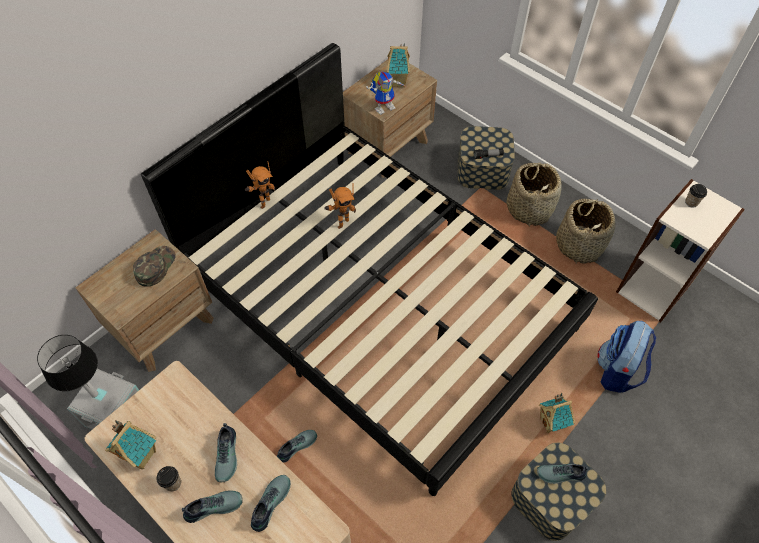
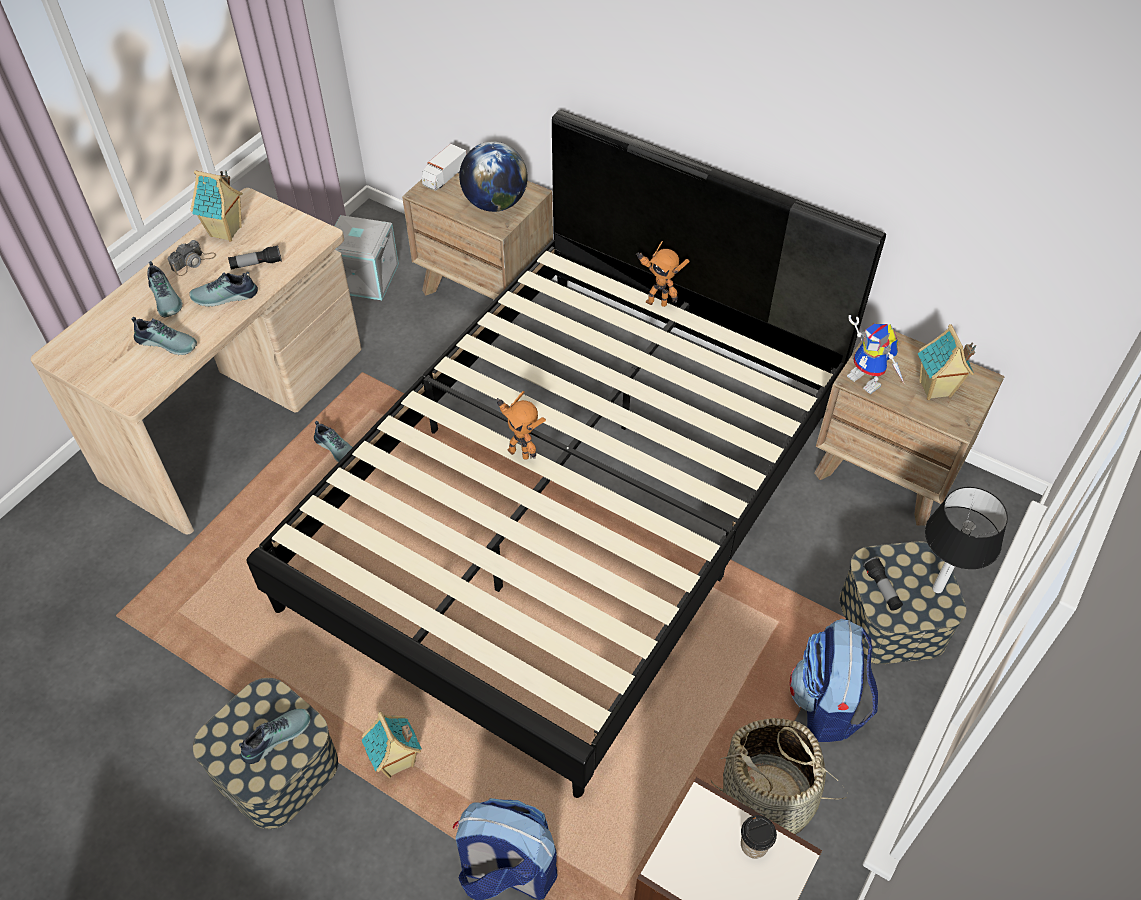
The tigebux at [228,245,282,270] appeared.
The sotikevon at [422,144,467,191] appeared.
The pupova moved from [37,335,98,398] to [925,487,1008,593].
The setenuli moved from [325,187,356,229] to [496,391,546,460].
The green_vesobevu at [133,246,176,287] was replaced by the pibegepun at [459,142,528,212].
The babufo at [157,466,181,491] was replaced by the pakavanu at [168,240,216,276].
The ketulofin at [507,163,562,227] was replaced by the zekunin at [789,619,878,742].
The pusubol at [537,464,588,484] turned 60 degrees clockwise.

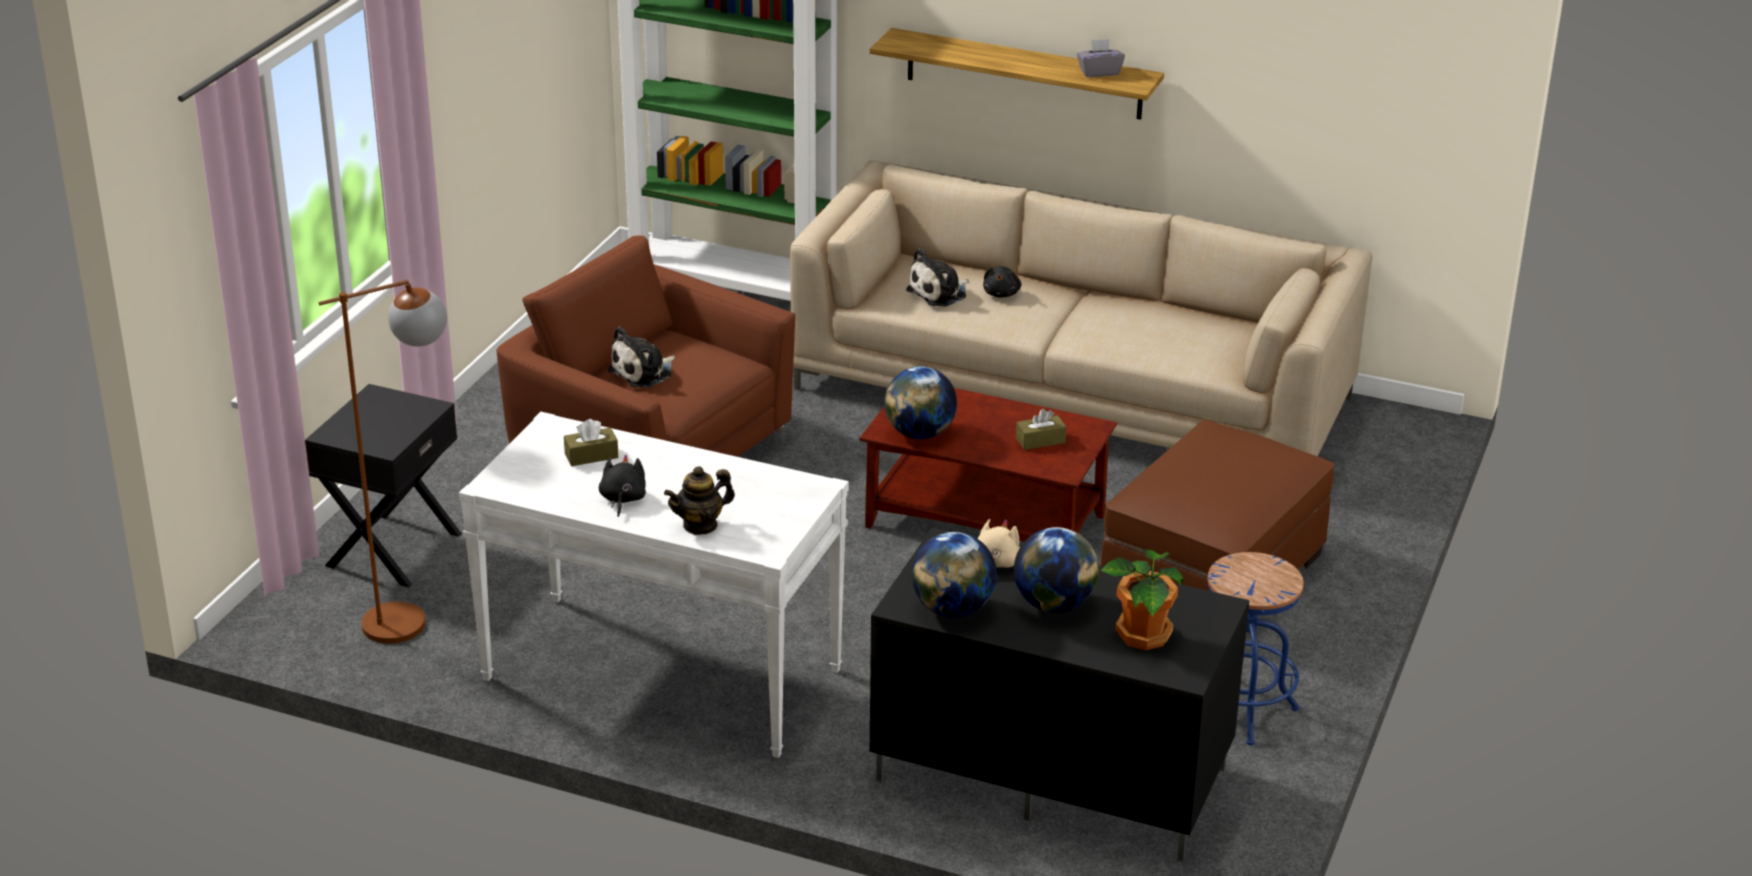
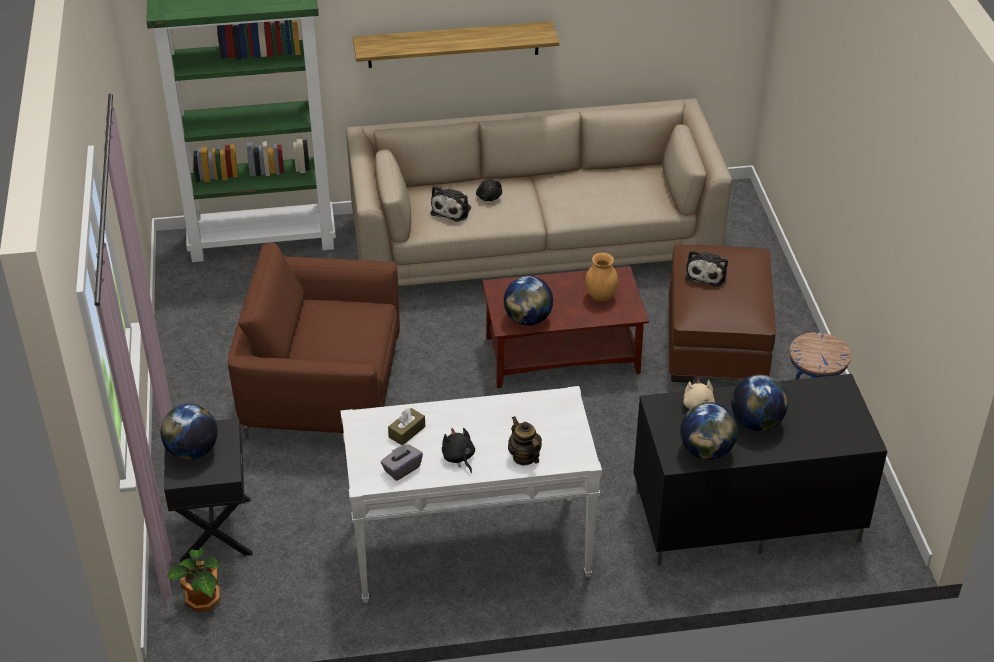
The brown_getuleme at [319,279,447,644] disappeared.
The pibegepun at [161,404,218,460] appeared.
The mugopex moved from [608,326,675,388] to [686,250,728,287].
The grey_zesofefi moved from [1077,39,1125,77] to [381,444,423,481].
The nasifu moved from [1101,549,1184,650] to [167,548,220,612].
The brown_zesofefi at [1016,409,1066,450] was replaced by the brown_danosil at [585,253,618,302].
The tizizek at [664,466,735,535] turned 120 degrees clockwise.

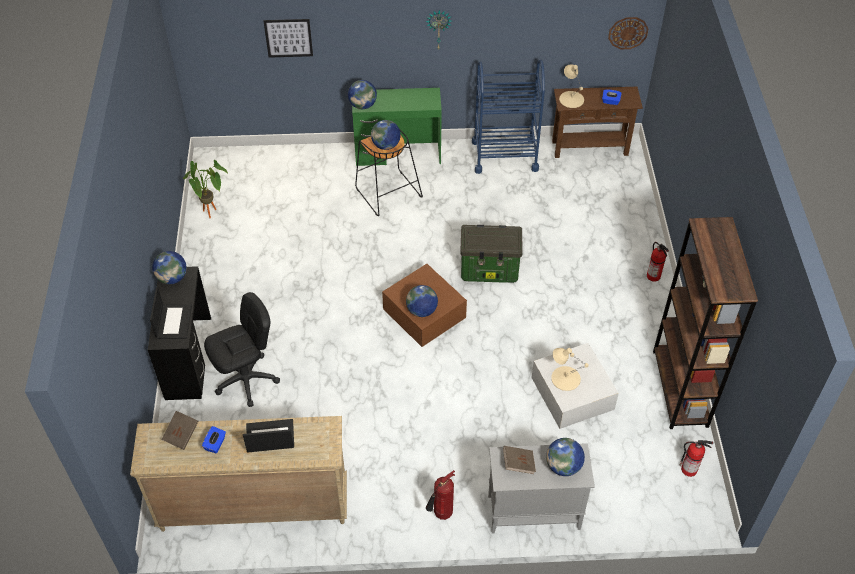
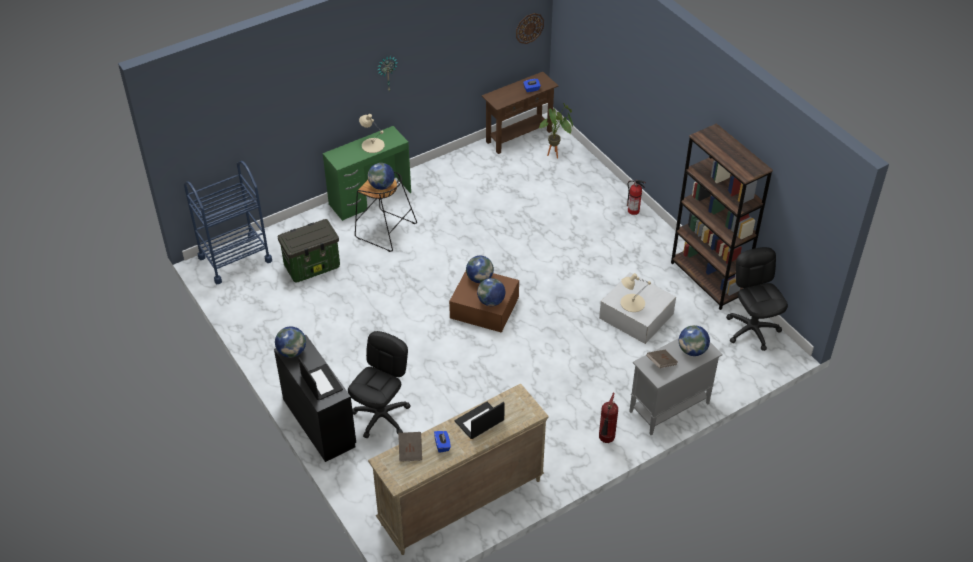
The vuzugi at [264,19,313,58] disappeared.
The nasifu moved from [183,160,228,218] to [539,103,573,158].
The pibegepun moved from [348,80,377,109] to [466,256,494,283].
The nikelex moved from [460,225,523,283] to [278,219,340,282].
The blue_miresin moved from [472,60,545,174] to [184,161,272,284].
The beige_pupova moved from [559,65,584,108] to [359,114,385,153].
The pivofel at [679,440,713,477] was replaced by the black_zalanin at [726,247,788,351].

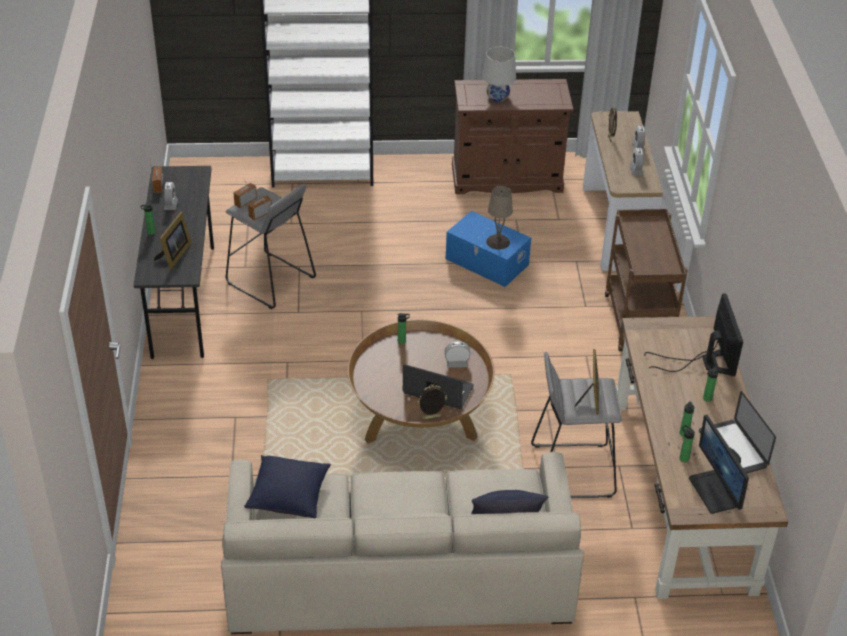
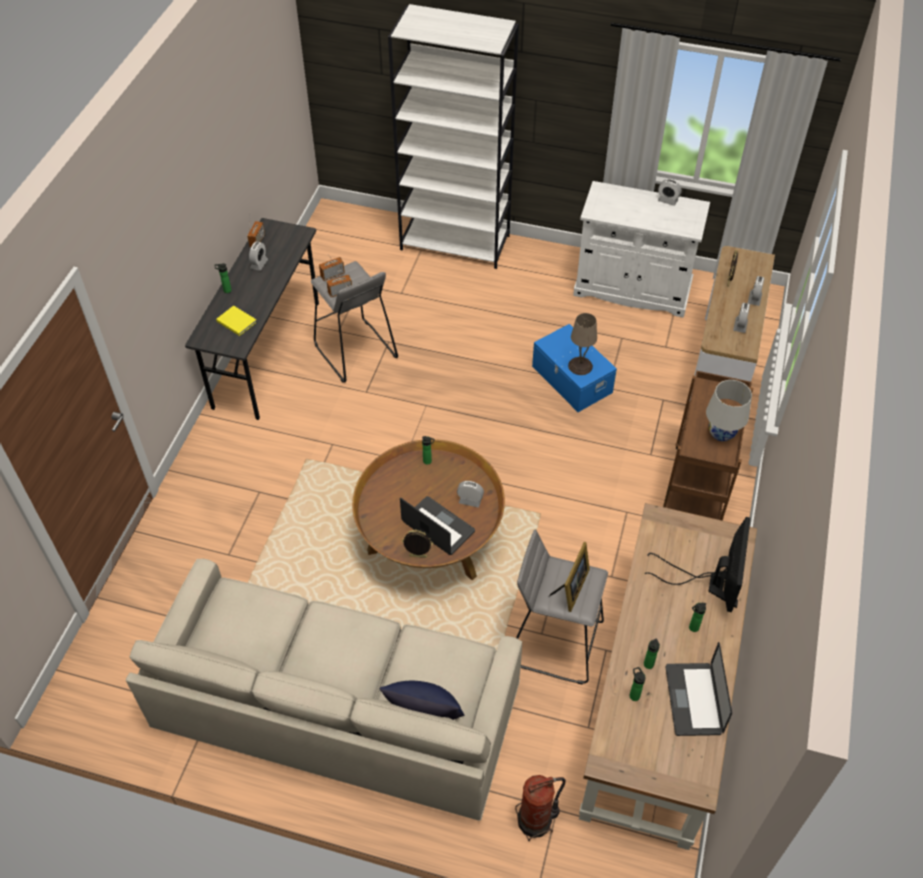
The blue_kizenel at [244,455,331,518] disappeared.
The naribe at [689,415,749,514] disappeared.
The pivofel at [515,775,566,841] appeared.
The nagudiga at [658,179,682,206] appeared.
The white_pupova moved from [482,47,516,102] to [706,380,752,442].
The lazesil at [154,212,191,270] was replaced by the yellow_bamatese at [216,305,257,336].
The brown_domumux at [452,79,573,194] became the white_domumux at [573,181,710,318].

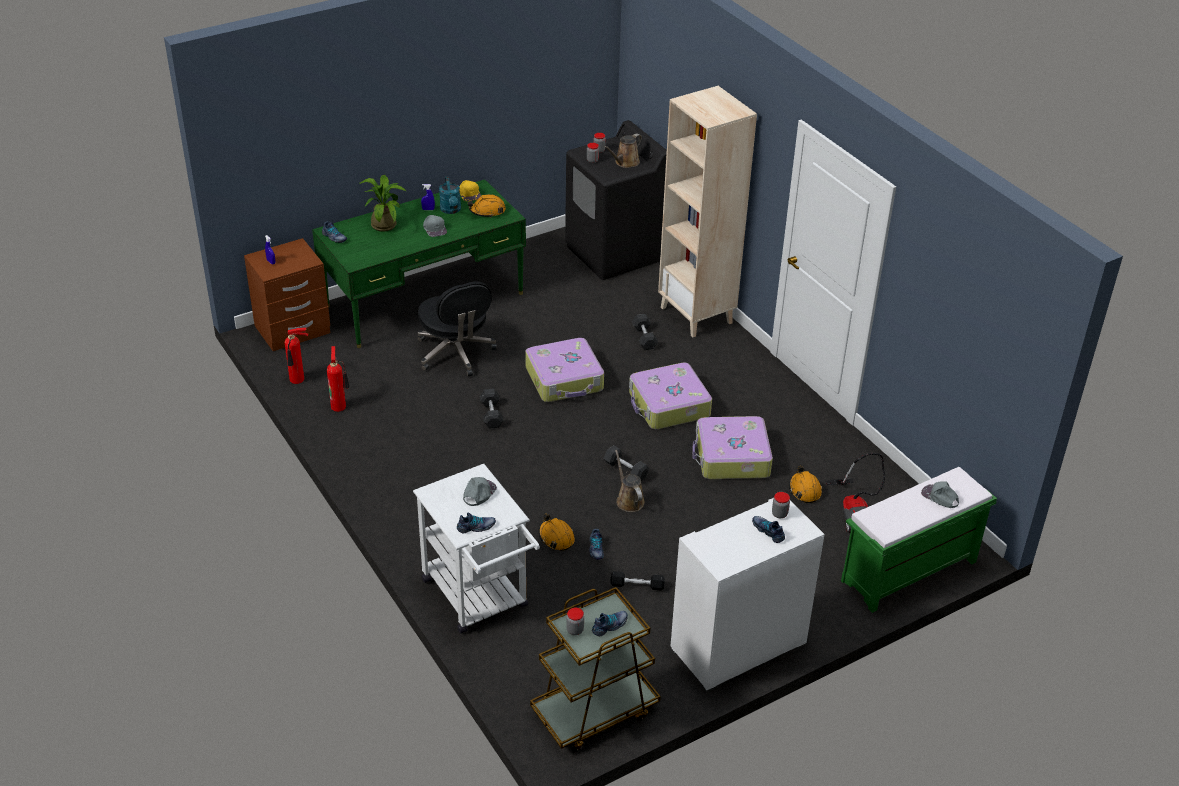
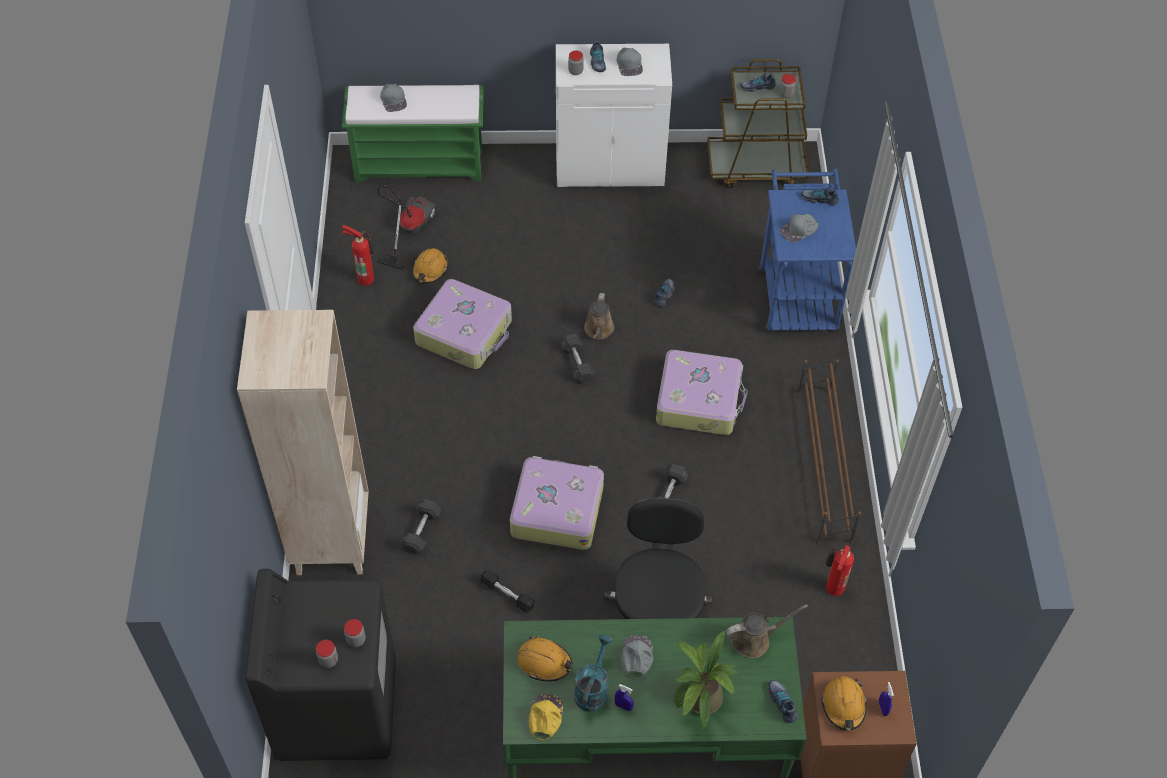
The grey_vesobevu at [616,48,643,76] appeared.
The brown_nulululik at [797,359,861,544] appeared.
The pivofel moved from [285,328,308,384] to [342,225,374,286].
The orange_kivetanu moved from [539,514,575,551] to [822,676,867,730].
The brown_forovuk moved from [604,134,642,168] to [725,604,808,658].
The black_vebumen moved from [611,571,665,590] to [480,571,535,613].
The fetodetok moved from [629,363,712,429] to [656,350,748,435].
The white_miresin at [413,464,540,633] became the blue_miresin at [758,169,856,332].

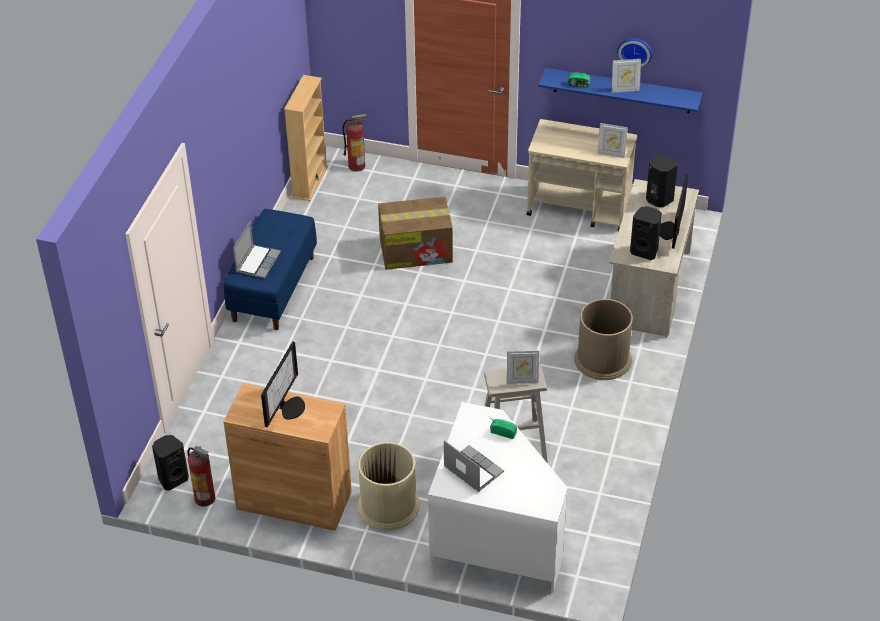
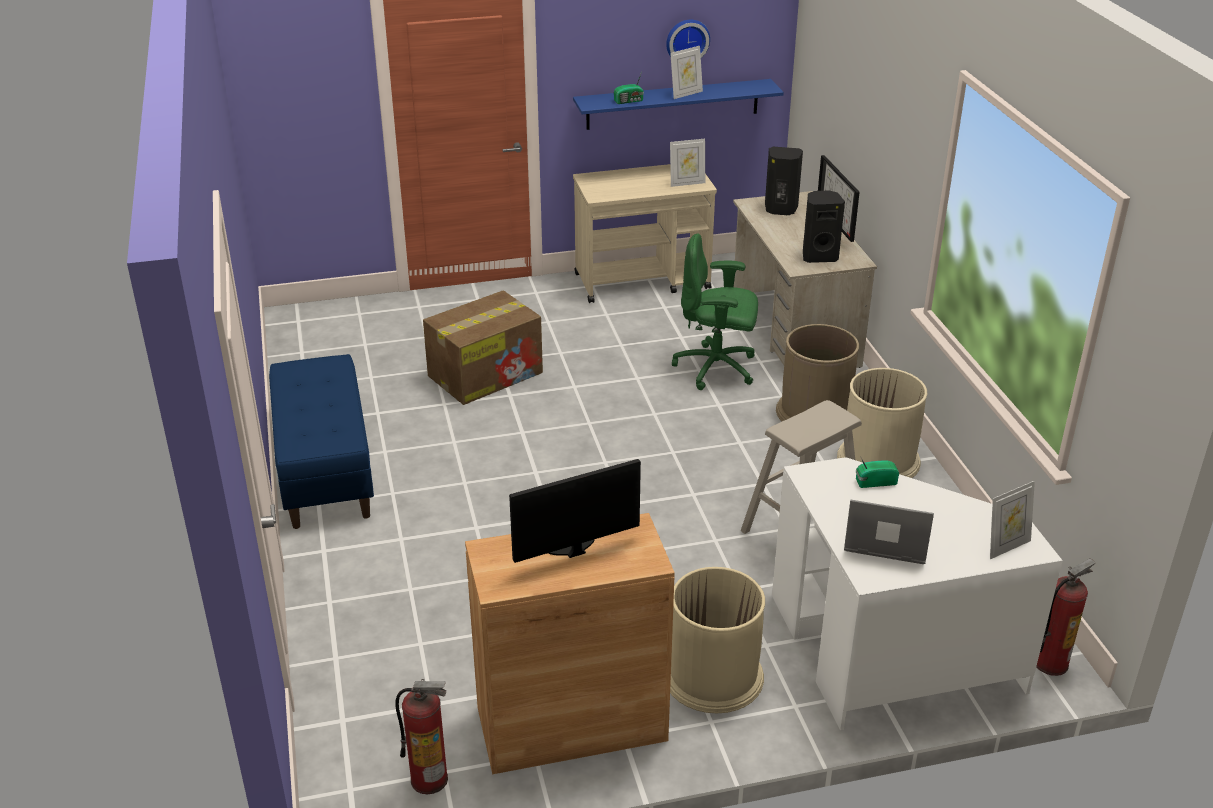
The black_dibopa at [152,435,189,491] disappeared.
The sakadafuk at [233,222,281,278] disappeared.
The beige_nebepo at [284,75,328,201] disappeared.
The green_zalanin at [672,233,758,390] appeared.
The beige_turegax at [837,368,927,478] appeared.
The pivofel moved from [343,114,366,172] to [1036,558,1095,676].
The lazesil moved from [507,351,539,384] to [990,481,1035,559].
The naribe at [261,342,305,427] turned 105 degrees counterclockwise.

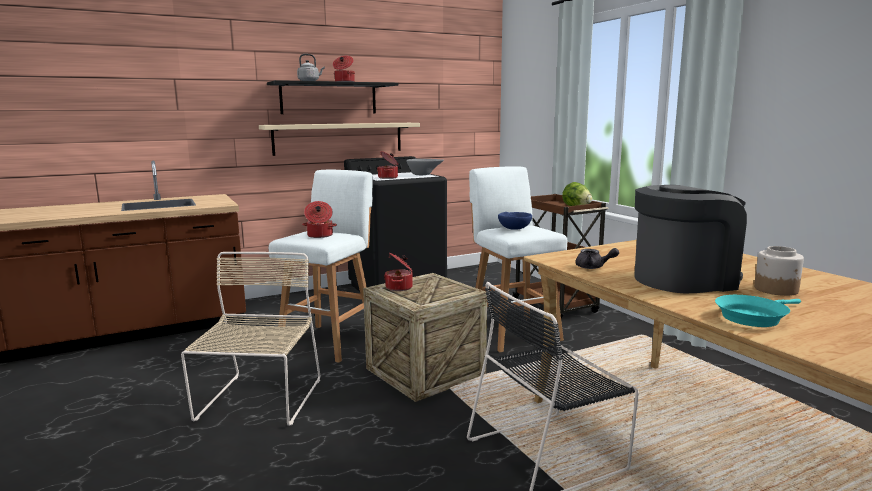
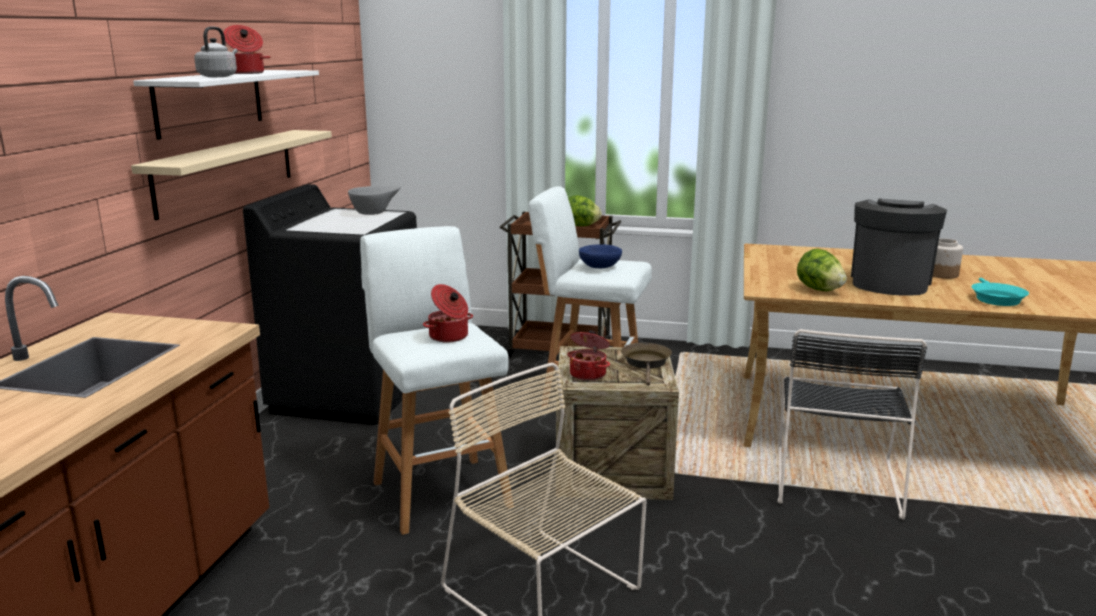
The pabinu at [377,151,398,179] disappeared.
The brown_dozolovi at [621,343,672,386] appeared.
The grey_tizizek at [575,248,619,269] was replaced by the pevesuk at [797,249,847,291].
The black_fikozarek at [267,80,398,114] became the white_fikozarek at [133,70,319,140].

